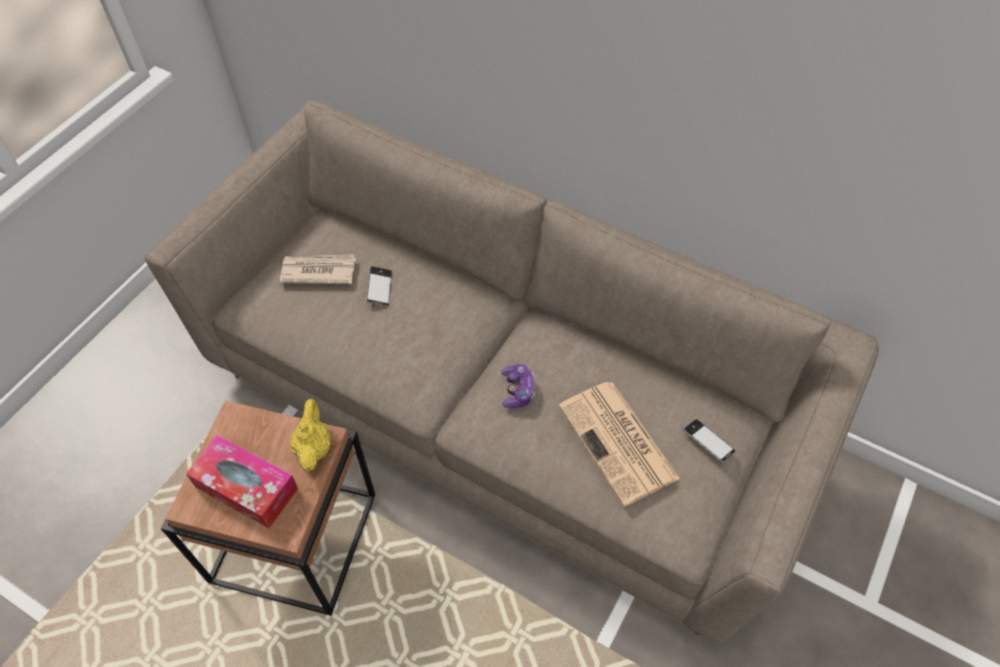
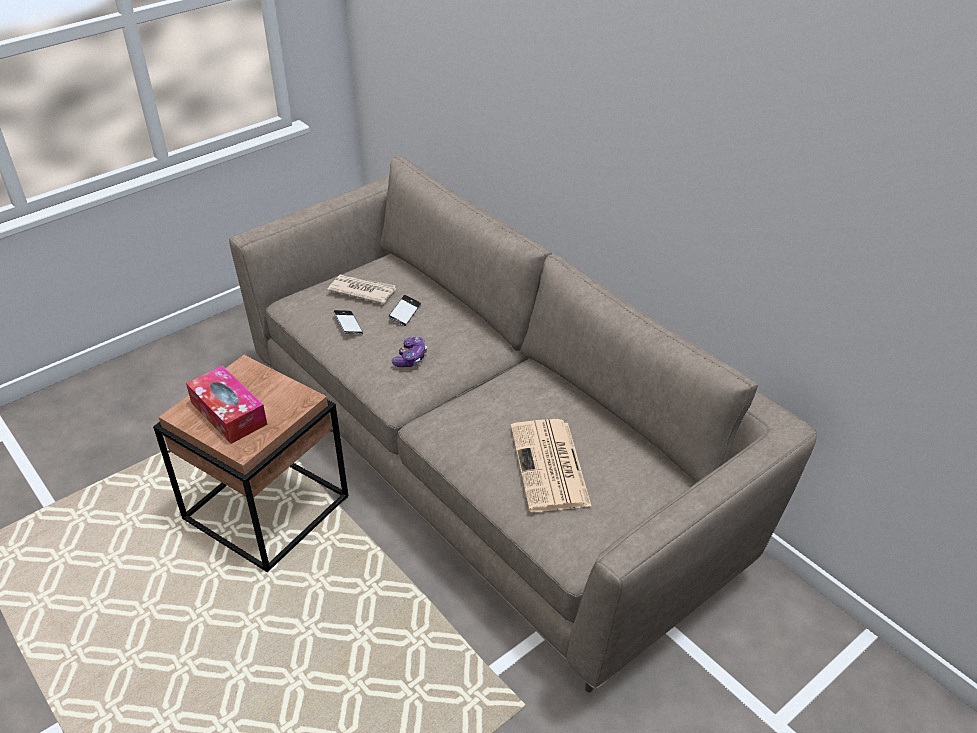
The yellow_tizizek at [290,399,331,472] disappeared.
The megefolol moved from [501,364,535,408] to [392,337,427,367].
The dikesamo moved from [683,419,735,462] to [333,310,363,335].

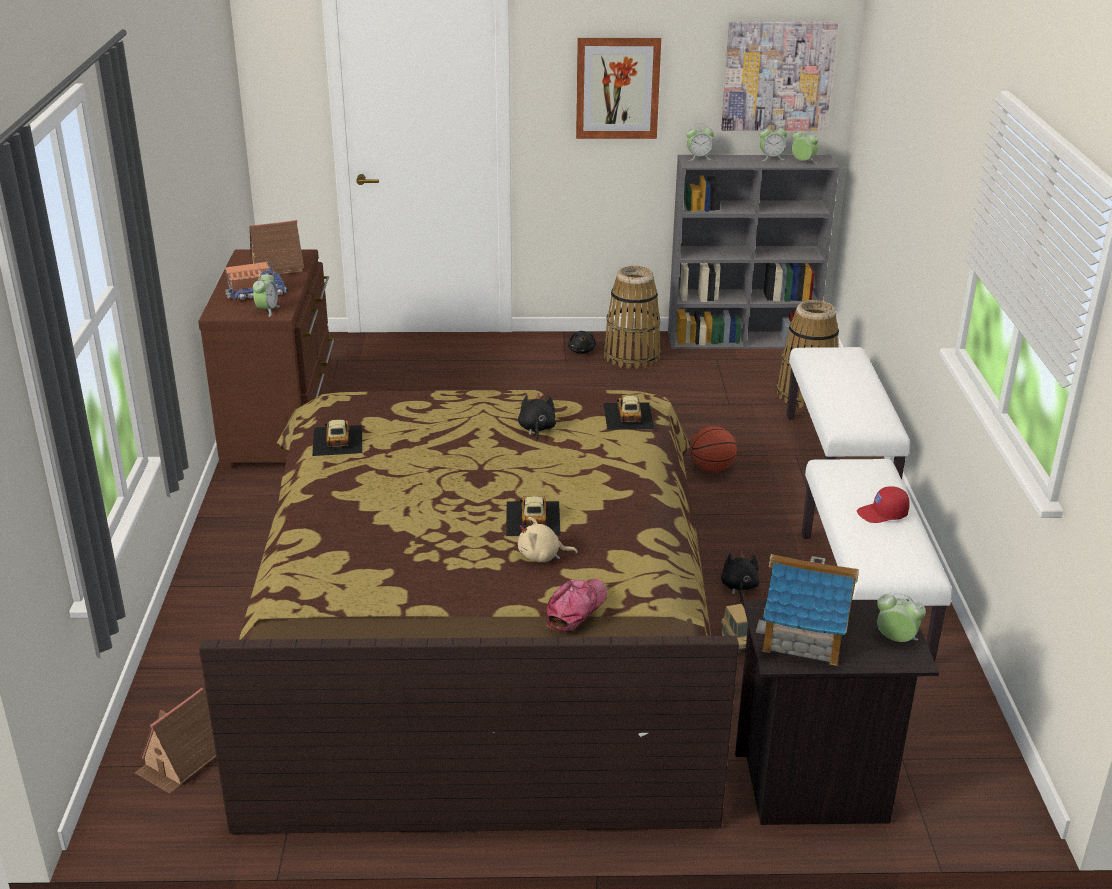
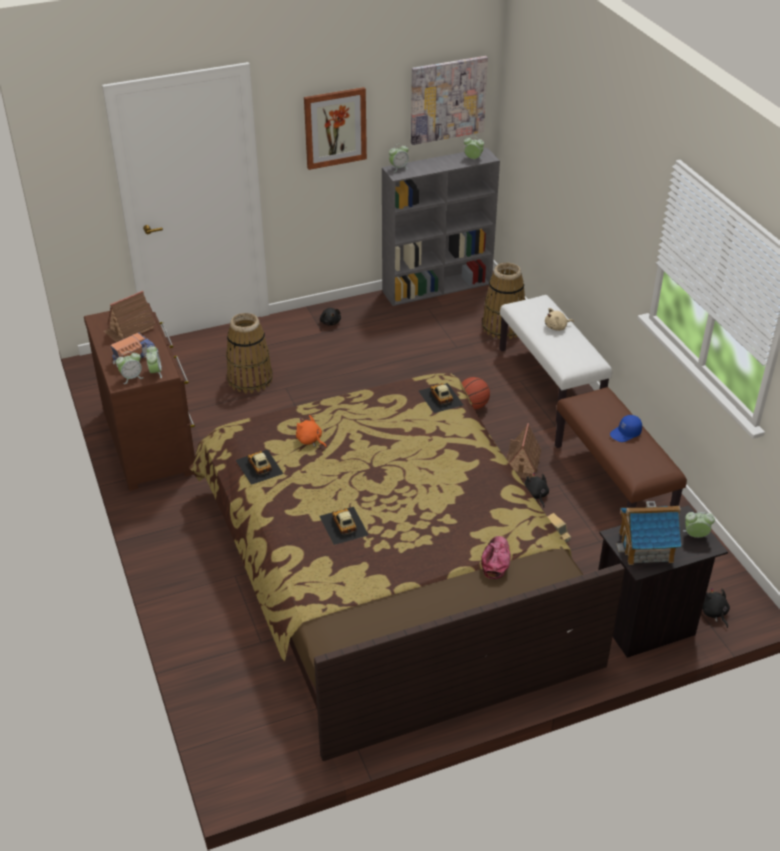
The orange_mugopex at [296,415,327,448] appeared.
The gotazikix moved from [135,688,216,794] to [506,423,541,478].
The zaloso moved from [506,496,561,536] to [320,507,369,545].
The black_mugopex moved from [518,393,556,441] to [702,588,730,628].
The beige_mugopex moved from [518,517,578,562] to [545,308,574,331].
The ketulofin moved from [604,266,661,369] to [226,313,273,394].
The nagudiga moved from [760,124,787,161] to [116,351,144,384].
The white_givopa at [802,459,953,662] became the brown_givopa at [555,387,687,508].
The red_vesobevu at [857,486,910,523] became the blue_vesobevu at [610,415,642,442].

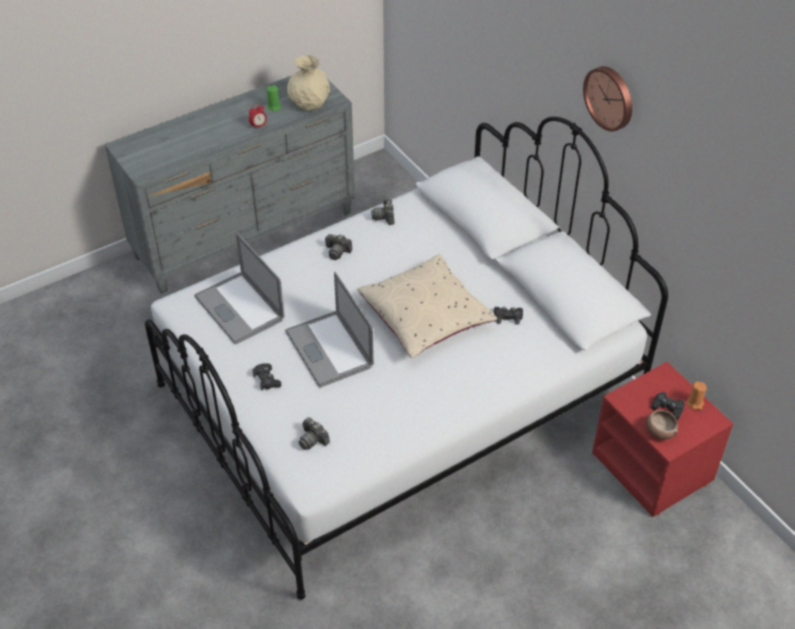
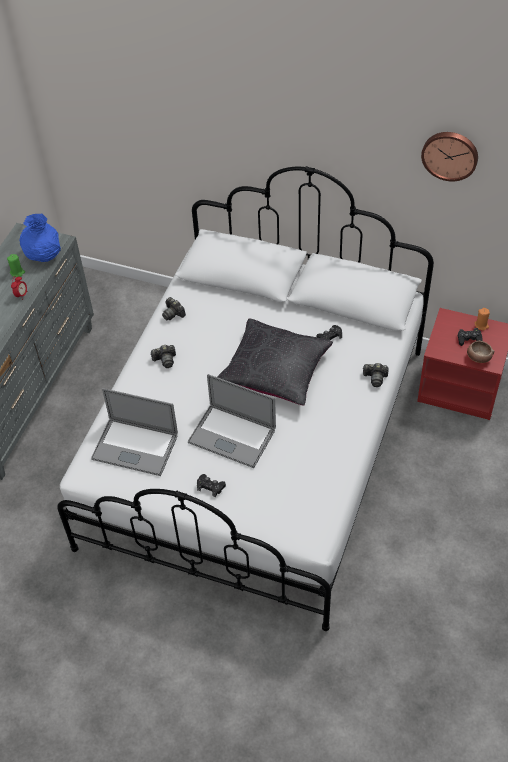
The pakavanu moved from [298,417,330,450] to [362,363,388,387].
The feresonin moved from [583,66,632,132] to [421,132,478,181].
The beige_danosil at [287,55,330,110] became the blue_danosil at [20,214,61,262].
The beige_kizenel at [357,254,497,358] became the black_kizenel at [217,319,333,405].

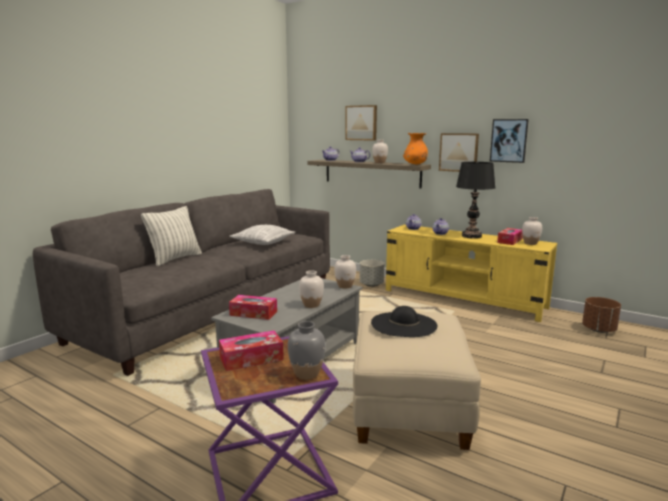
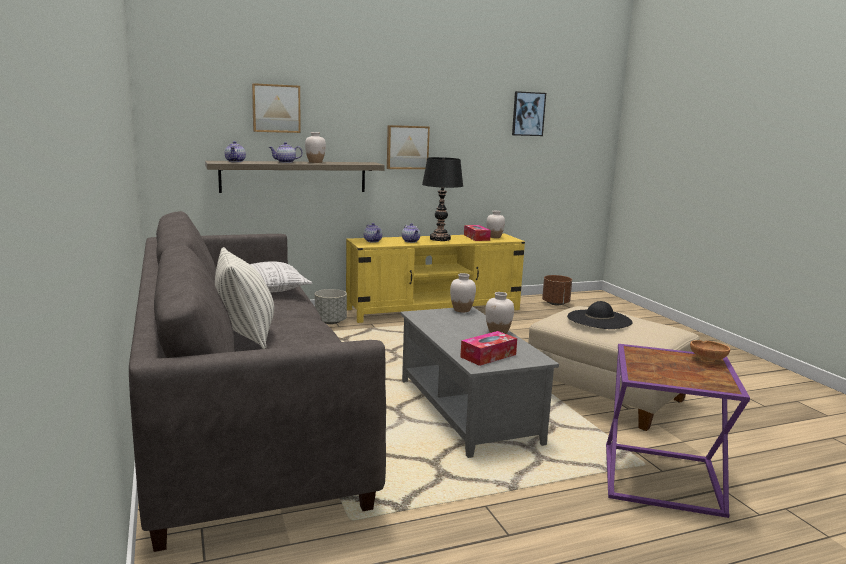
The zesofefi at [219,330,284,371] disappeared.
The orange_danosil at [403,133,428,164] disappeared.
The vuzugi moved from [490,119,529,163] to [512,91,546,136].
The grey_danosil at [288,321,325,380] was replaced by the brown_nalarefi at [690,340,730,362].

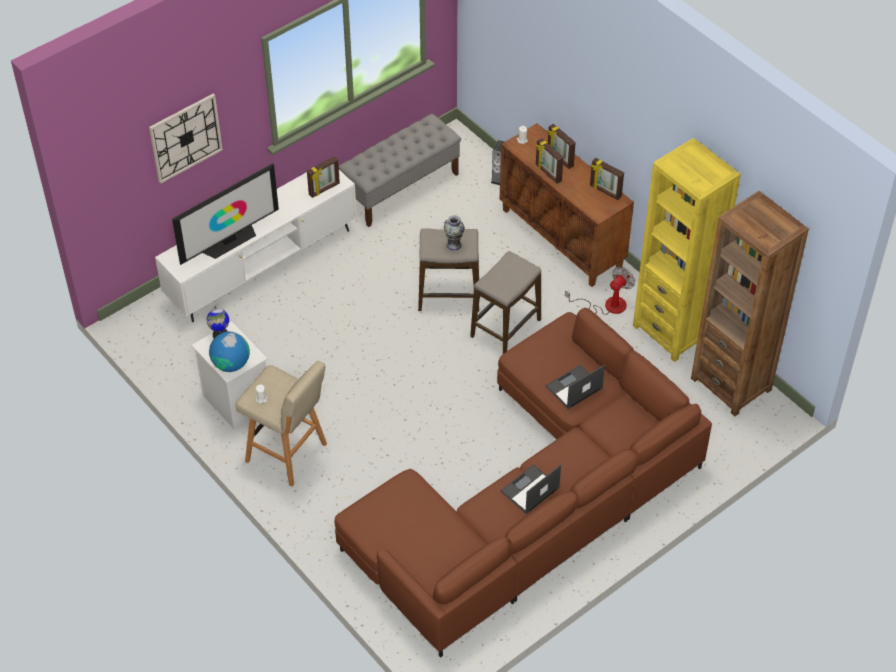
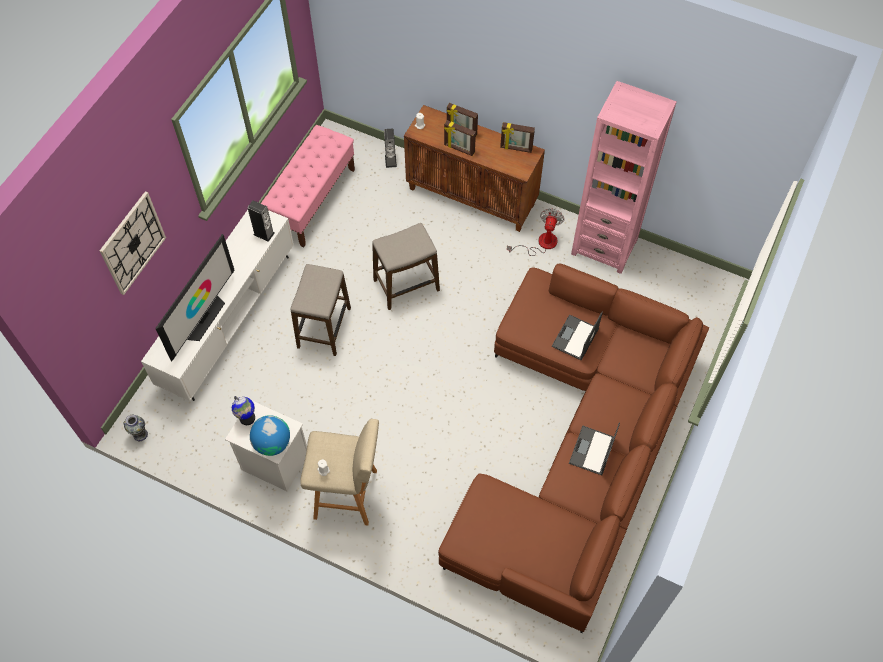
The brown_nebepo at [691,191,809,416] disappeared.
The danosil moved from [444,215,465,250] to [123,415,148,441].
The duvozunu moved from [470,251,541,354] to [290,264,351,356].
The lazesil at [307,156,340,198] was replaced by the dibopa at [248,200,275,242].
The grey_givopa at [339,114,461,227] became the pink_givopa at [261,125,355,248].
The yellow_nebepo at [633,138,741,362] became the pink_nebepo at [571,81,677,274].

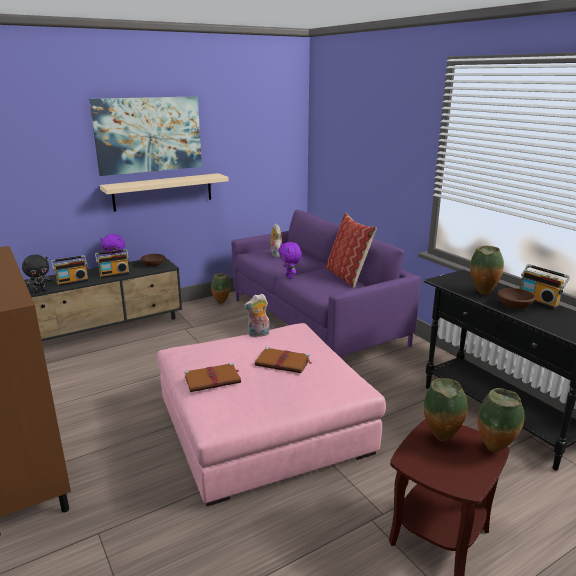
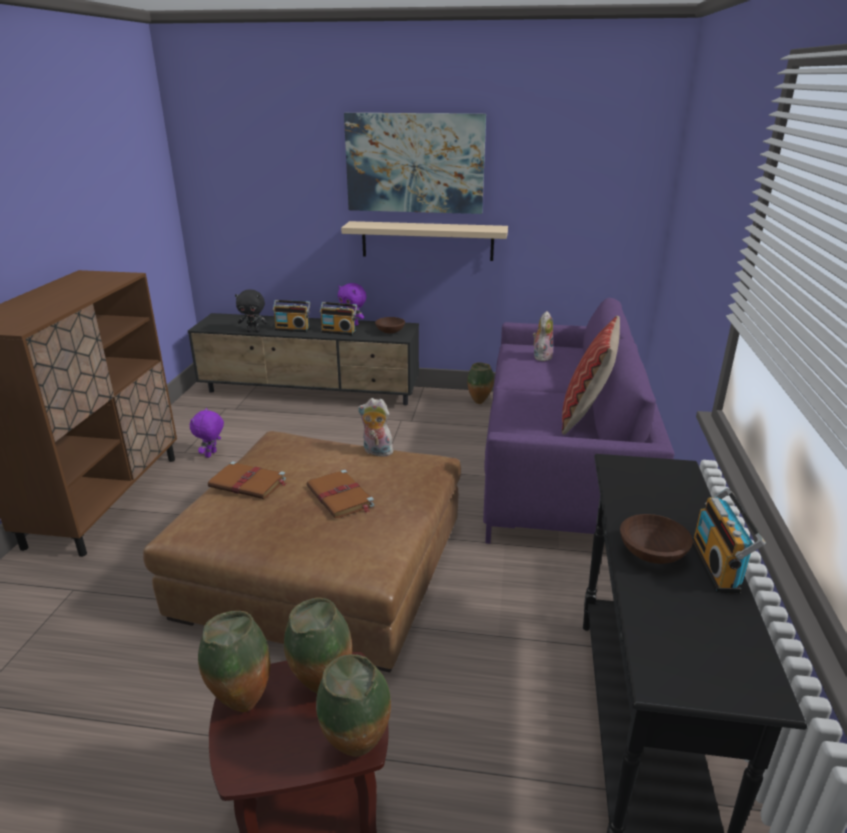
The purple_mugopex moved from [278,242,302,279] to [190,408,224,458].
The danosil moved from [470,246,504,295] to [198,611,270,712].
The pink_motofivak at [157,323,386,506] became the brown_motofivak at [143,431,461,673].

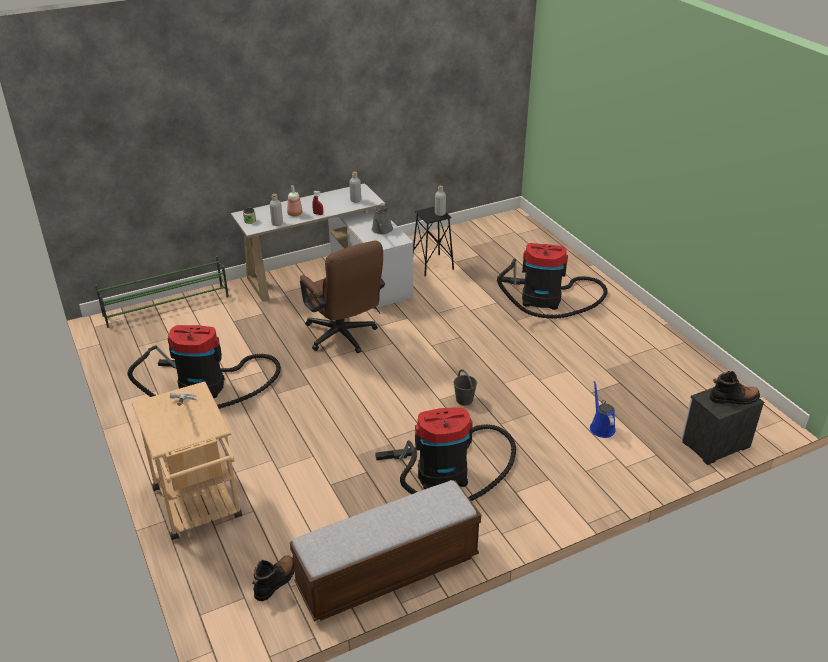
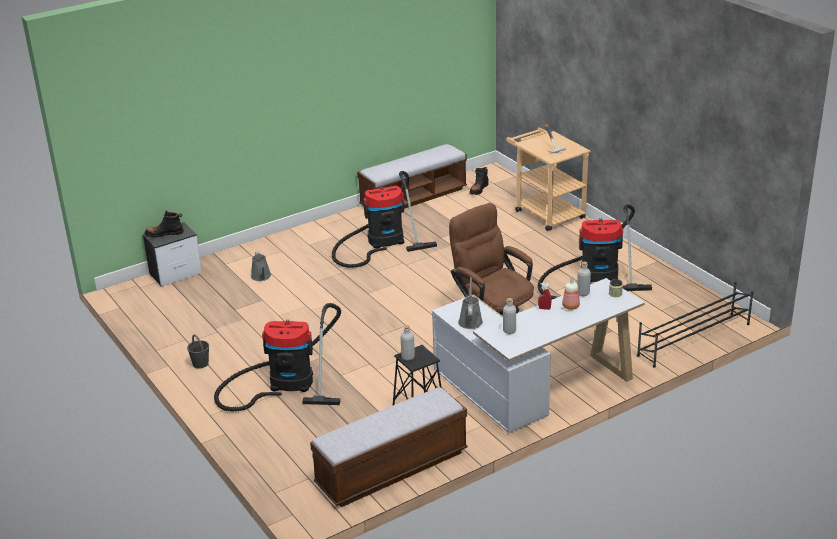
The givopa at [310,387,468,507] appeared.
The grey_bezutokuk moved from [453,369,477,405] to [187,334,209,368].
The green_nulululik at [95,256,229,328] became the black_nulululik at [637,282,753,368].
The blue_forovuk at [590,381,616,438] became the grey_forovuk at [251,251,271,281].

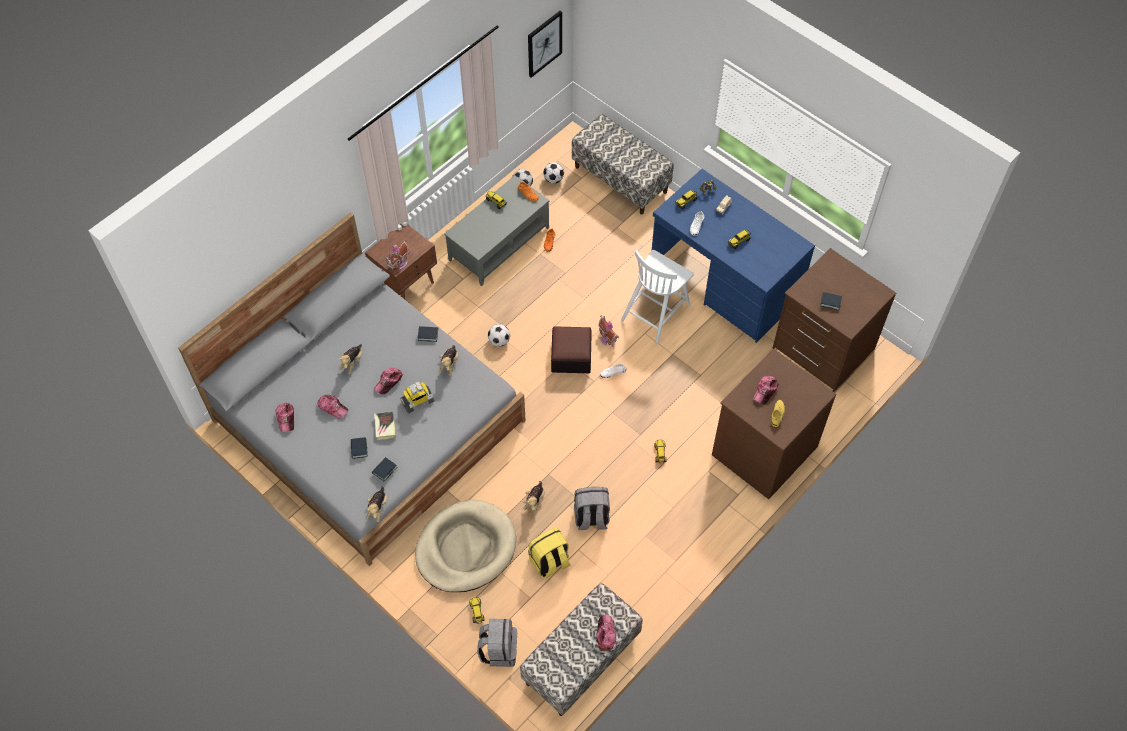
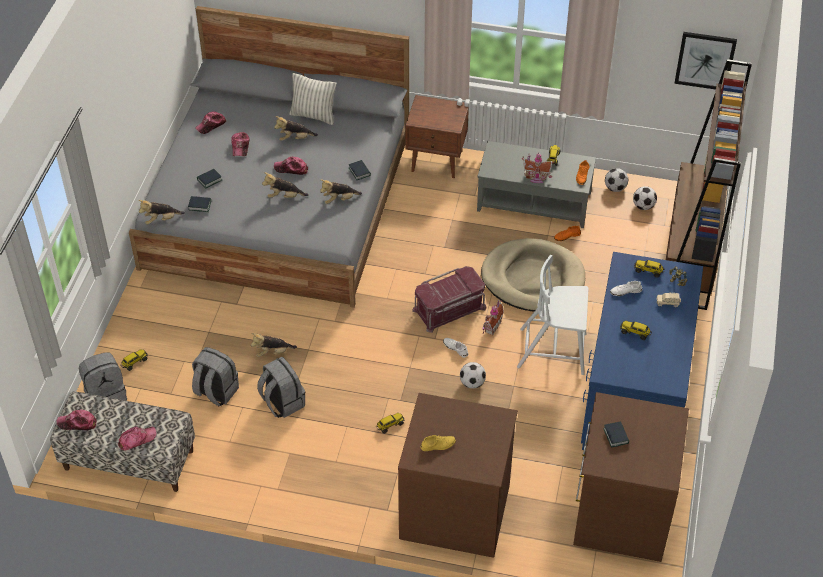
The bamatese at [374,411,396,440] disappeared.
The kizenel at [289,73,337,125] appeared.
The gotazikix moved from [385,241,410,271] to [522,153,555,183].
The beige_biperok moved from [415,500,516,592] to [481,238,585,311].
The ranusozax moved from [488,324,510,347] to [460,362,486,388].
The vesobevu moved from [753,376,778,404] to [57,409,97,430].
The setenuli at [400,382,434,414] was replaced by the mugopex at [262,172,309,198].
The motofivak at [551,326,592,373] was replaced by the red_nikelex at [412,266,487,333].
The givopa at [572,114,674,215] was replaced by the brown_nebepo at [666,59,752,310].
The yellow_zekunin at [528,528,571,579] became the grey_zekunin at [192,347,239,406].

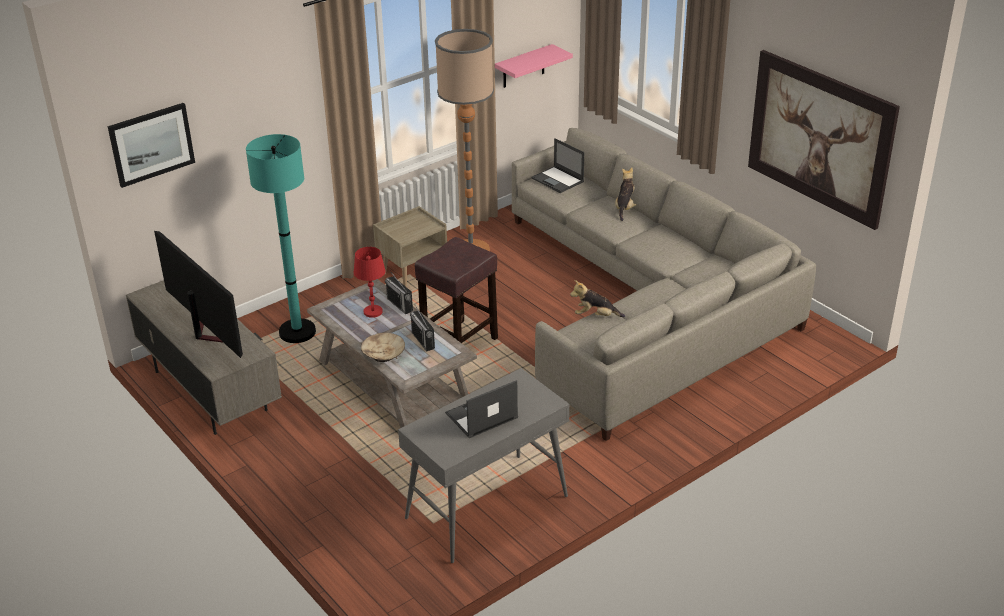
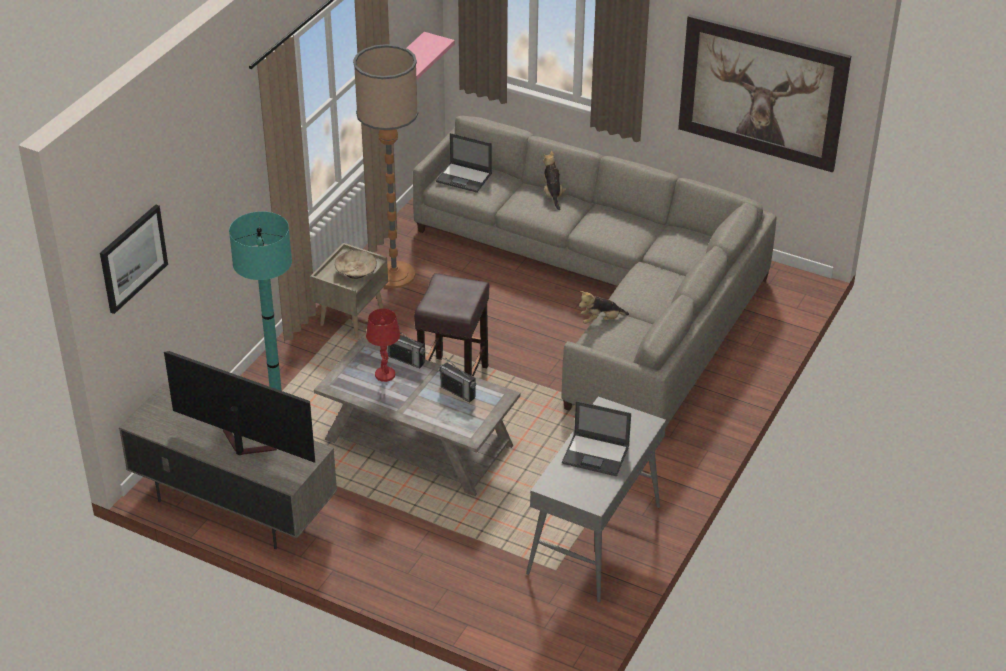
The beige_nalarefi moved from [361,333,405,362] to [335,250,377,279].
The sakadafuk at [445,380,518,438] turned 105 degrees counterclockwise.

